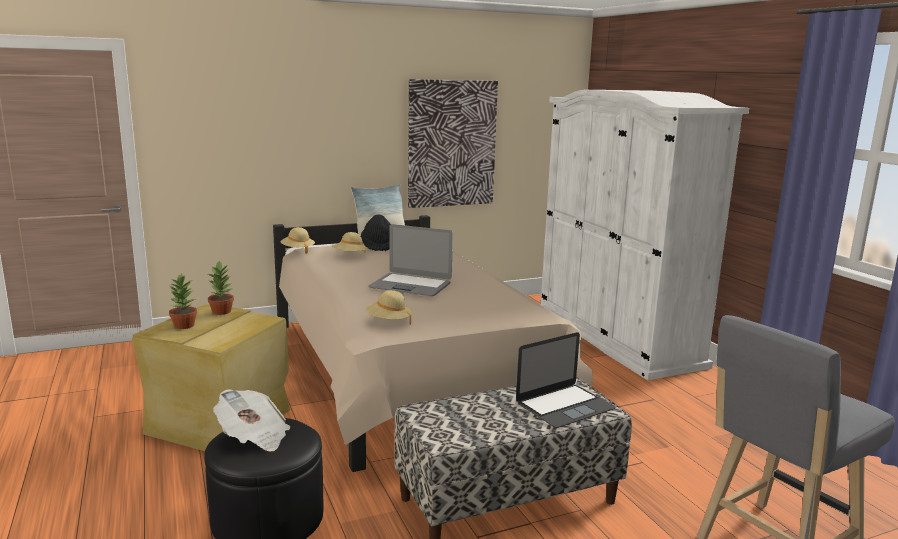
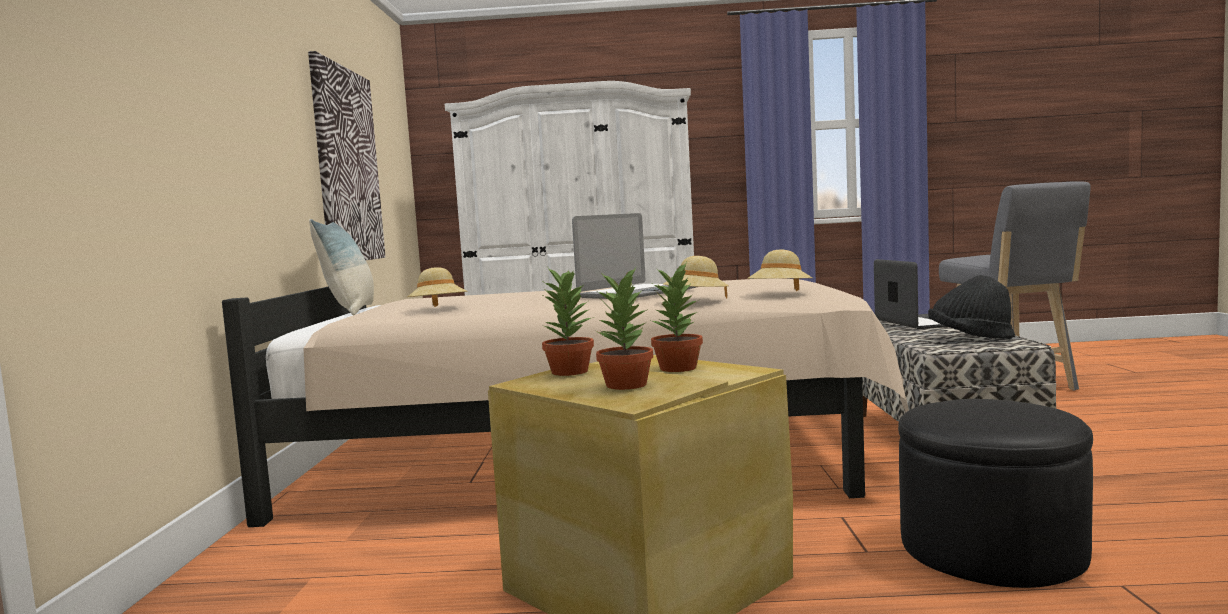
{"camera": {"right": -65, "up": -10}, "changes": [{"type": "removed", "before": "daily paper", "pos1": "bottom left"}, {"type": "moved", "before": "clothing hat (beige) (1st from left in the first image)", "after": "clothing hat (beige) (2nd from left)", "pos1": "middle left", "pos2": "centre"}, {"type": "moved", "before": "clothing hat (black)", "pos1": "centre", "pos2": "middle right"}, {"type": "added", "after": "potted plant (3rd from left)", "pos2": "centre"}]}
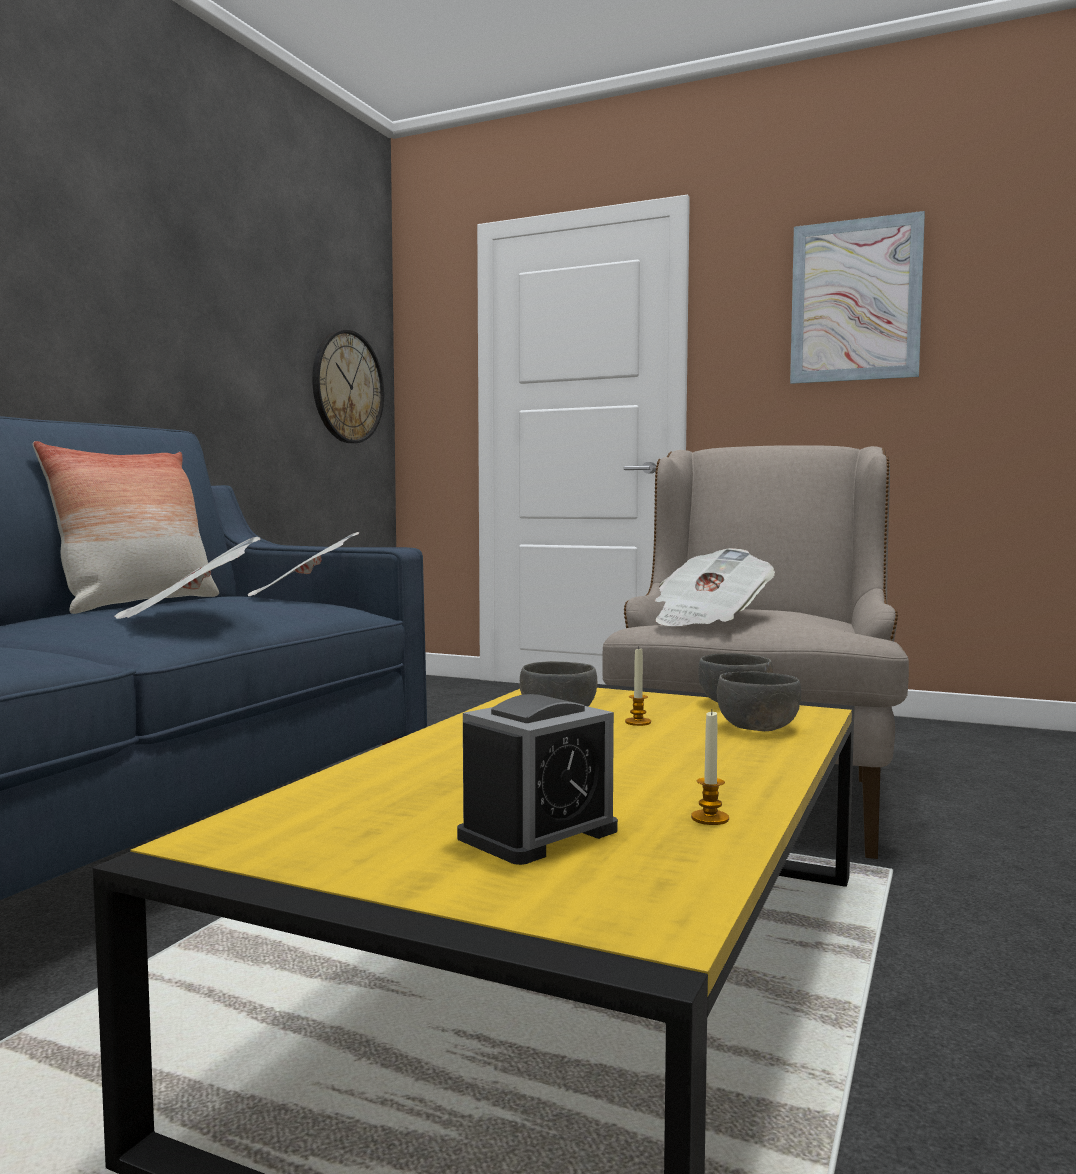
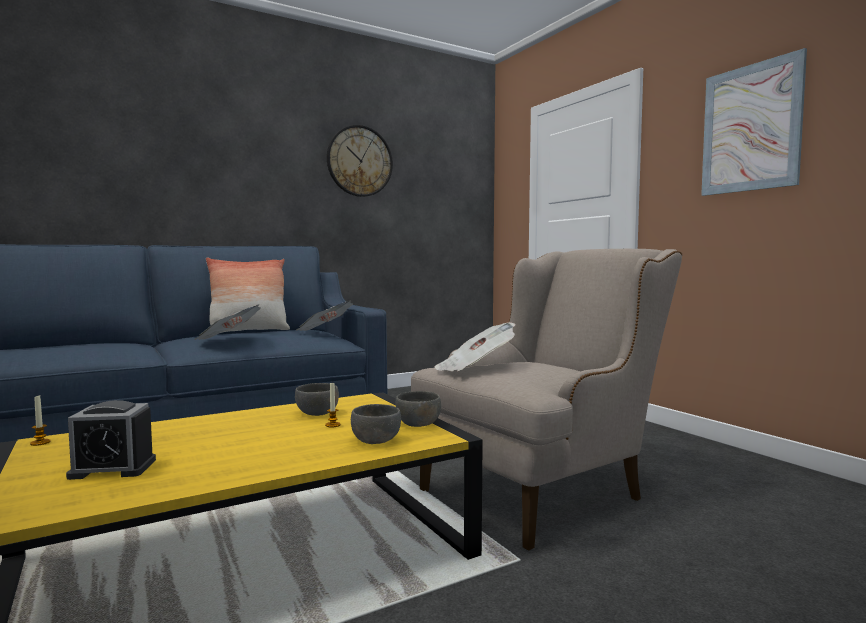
{"camera": {"right": 35, "up": 0}, "changes": [{"type": "moved", "before": "hanging clock", "pos1": "top left", "pos2": "top centre"}, {"type": "moved", "before": "candle (2nd from left in the first image)", "after": "candle (1st from left)", "pos1": "centre", "pos2": "bottom left"}]}
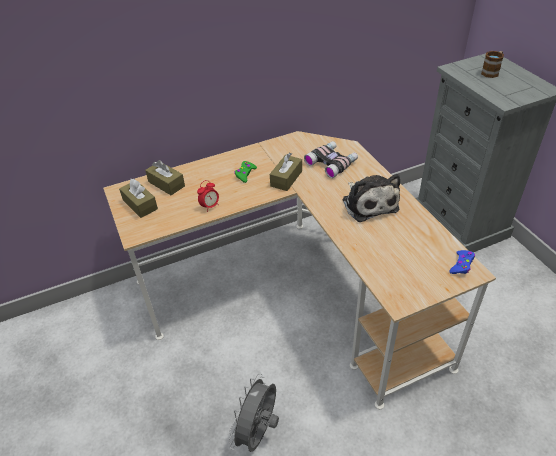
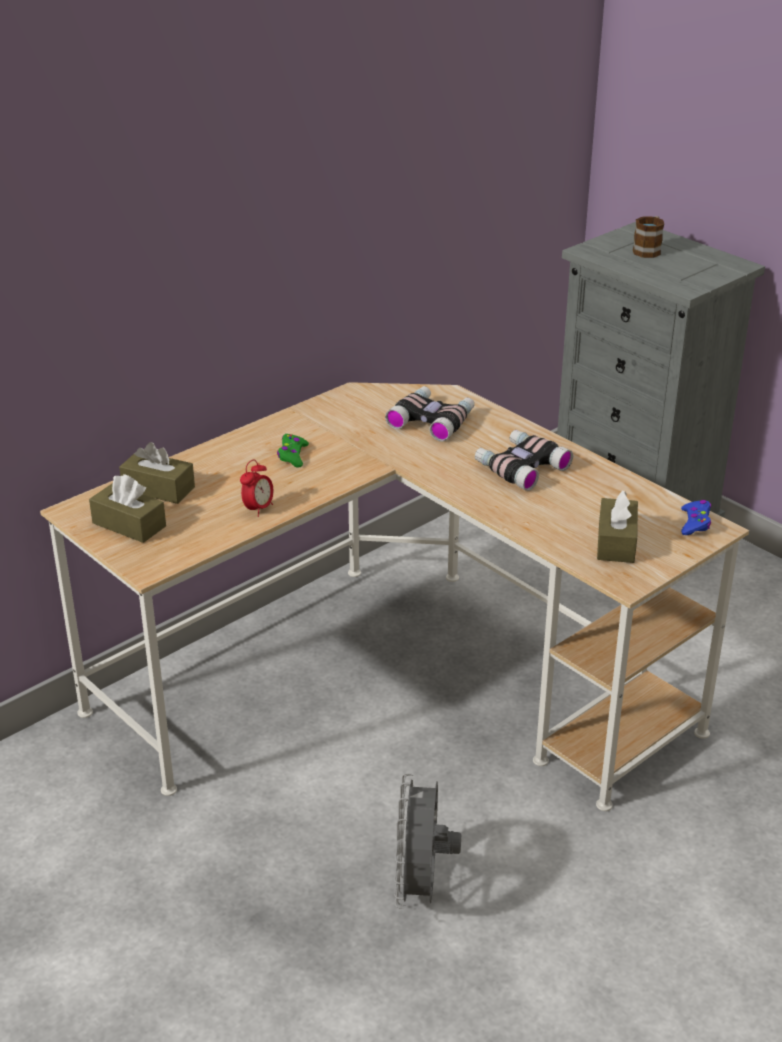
{"camera": {"right": -20, "up": -10}, "changes": [{"type": "moved", "before": "tissue holder (brown) (3rd from left)", "pos1": "centre", "pos2": "middle right"}, {"type": "replaced", "before": "plush toy", "after": "pair of binoculars (2nd from left)", "pos1": "middle right", "pos2": "middle right"}]}
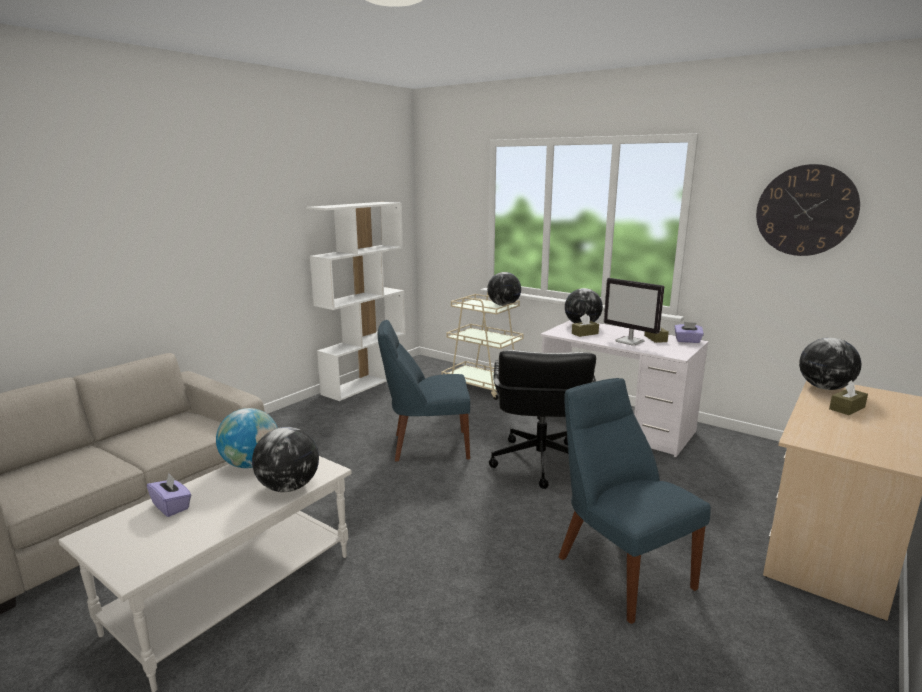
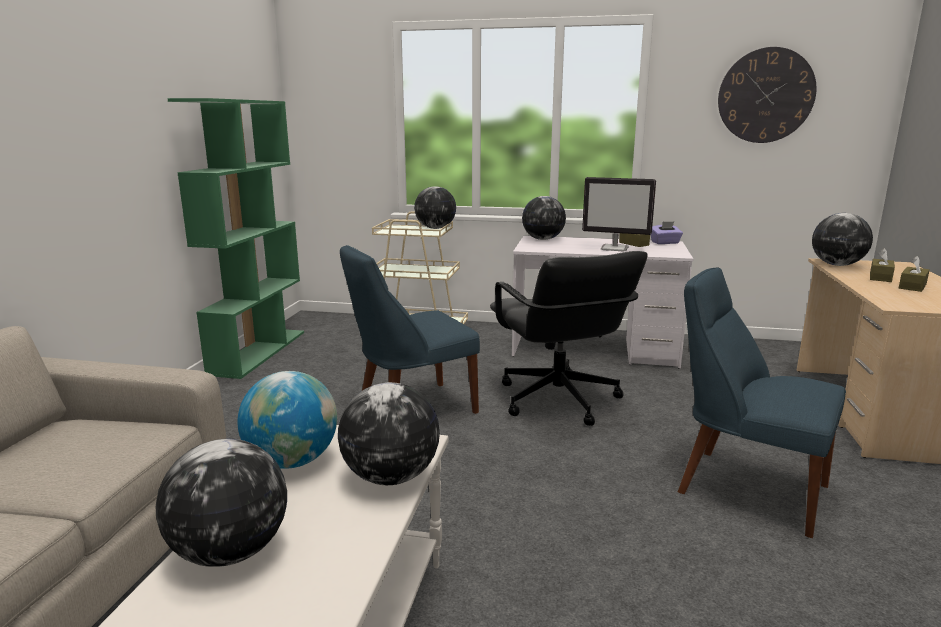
{"camera": {"right": -25, "up": 0}, "changes": [{"type": "replaced", "before": "tissue holder (purple-coloured) (1st from left)", "after": "globe (1st from left)", "pos1": "bottom left", "pos2": "bottom left"}, {"type": "recoloured", "before": "shelving unit (white)", "after": "shelving unit (green)", "pos1": "centre", "pos2": "middle left"}, {"type": "moved", "before": "tissue holder (brown) (1st from left in the first image)", "after": "tissue holder (brown) (3rd from left)", "pos1": "centre", "pos2": "middle right"}]}
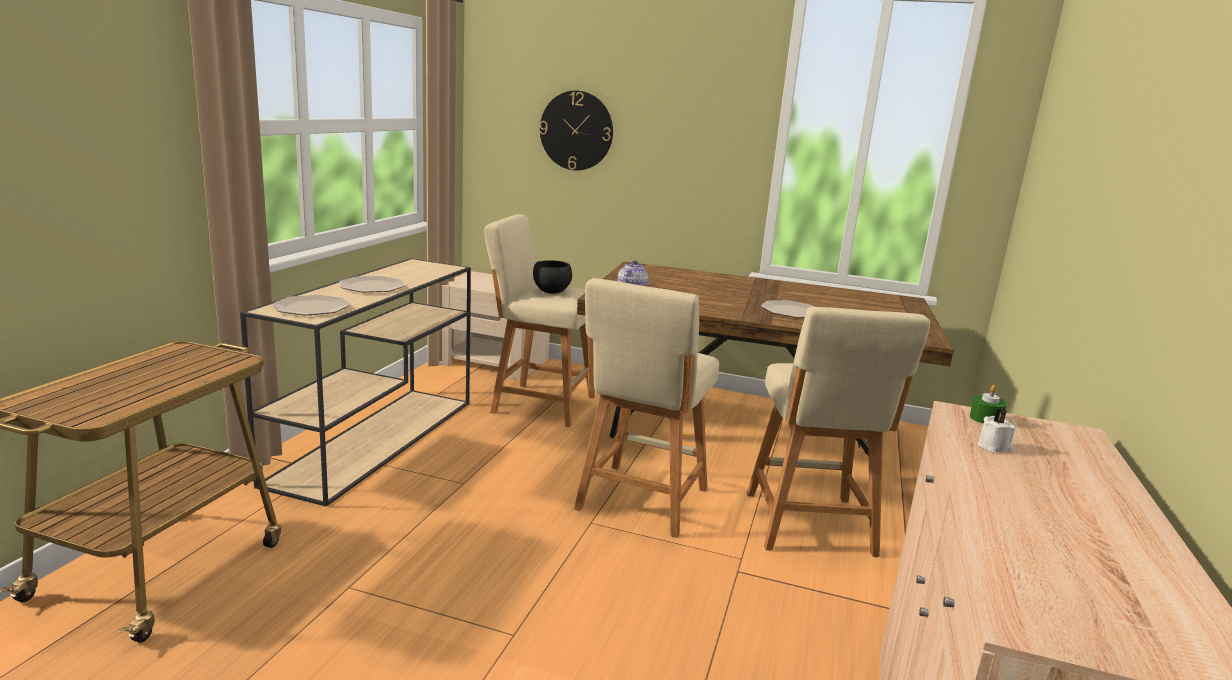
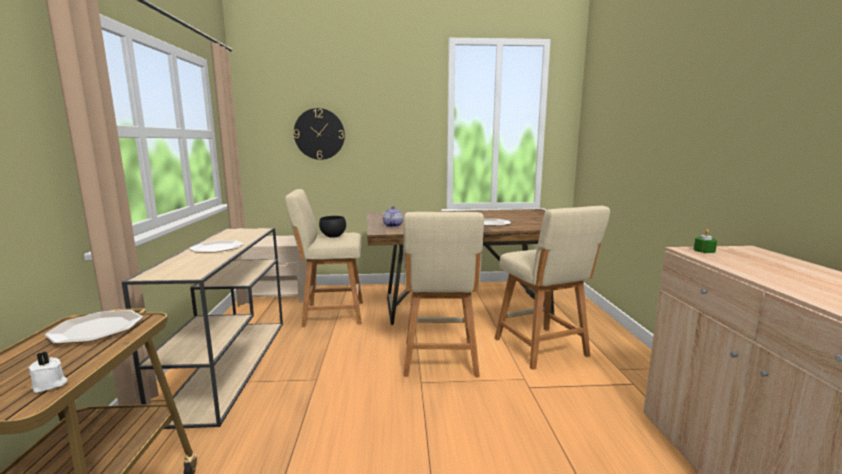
{"camera": {"right": -20, "up": -5}, "changes": [{"type": "moved", "before": "flat dish (1st from left)", "pos1": "middle left", "pos2": "bottom left"}, {"type": "moved", "before": "candle (white)", "pos1": "middle right", "pos2": "bottom left"}]}
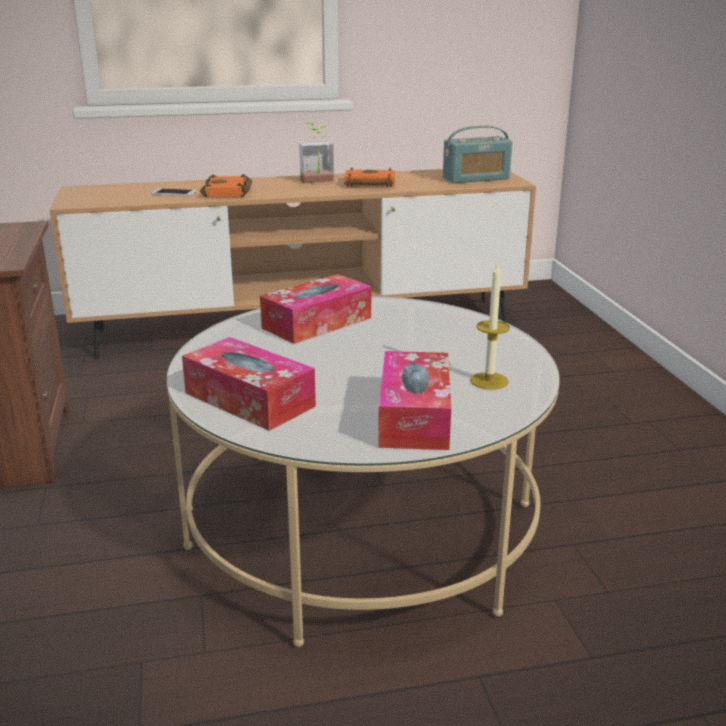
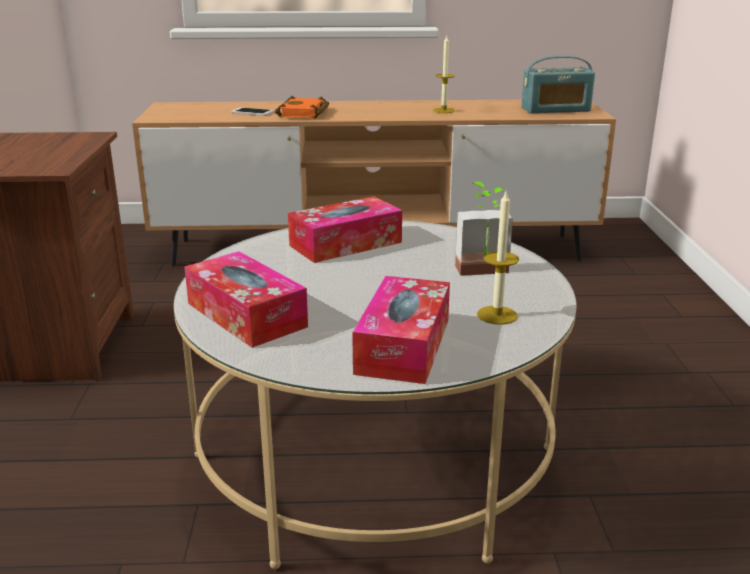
{"camera": {"right": 10, "up": 0}, "changes": [{"type": "moved", "before": "potted plant", "pos1": "top centre", "pos2": "centre"}, {"type": "replaced", "before": "bound book (orangey) (2nd from left)", "after": "candle (1st from left)", "pos1": "top centre", "pos2": "top centre"}]}
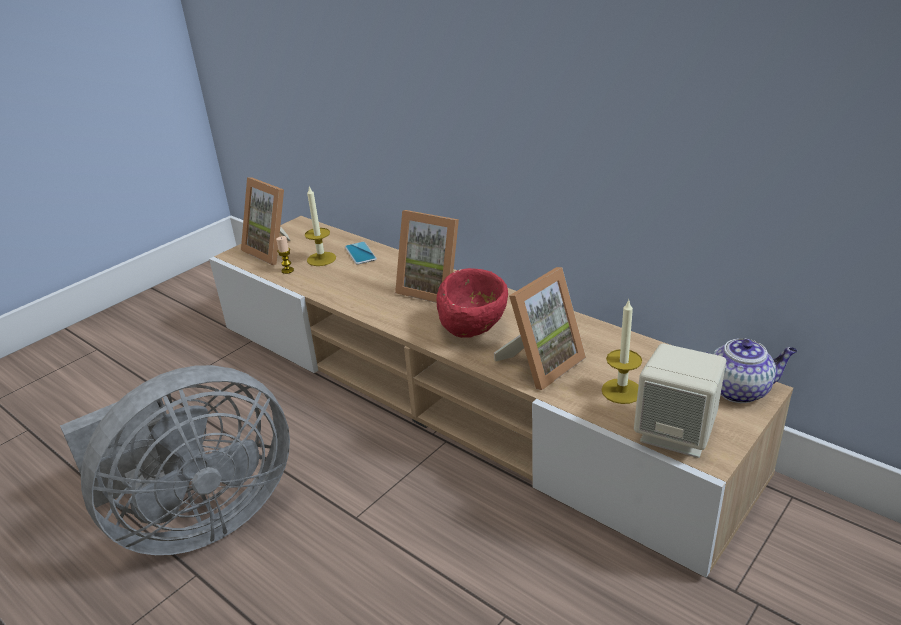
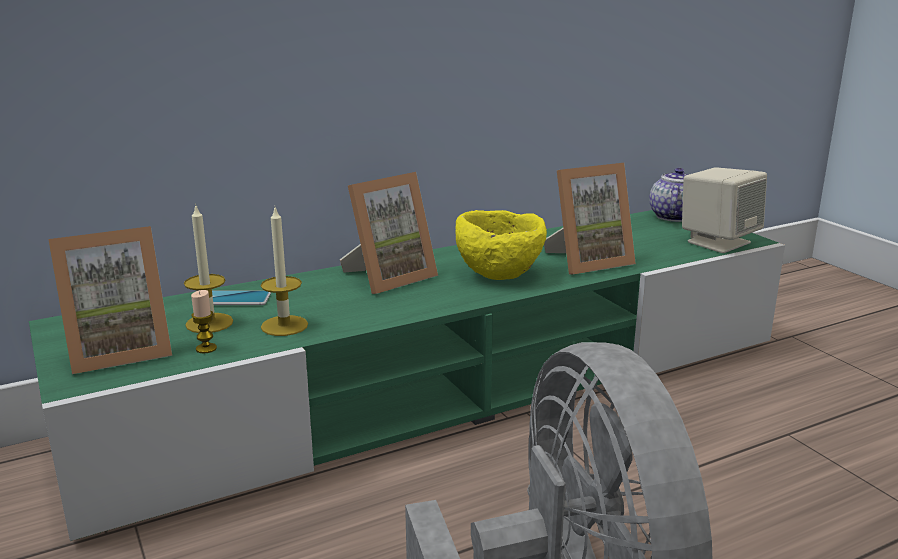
{"camera": {"right": -70, "up": -10}, "changes": [{"type": "recoloured", "before": "tv stand (beige)", "after": "tv stand (green)", "pos1": "centre", "pos2": "bottom centre"}, {"type": "recoloured", "before": "serving bowl (reddish)", "after": "serving bowl (yellowish)", "pos1": "centre", "pos2": "centre"}, {"type": "turned", "before": "standing frame (3rd from left)", "pos1": "centre", "pos2": "centre", "turn": 90}, {"type": "moved", "before": "candle (3rd from left)", "pos1": "middle right", "pos2": "middle left"}]}
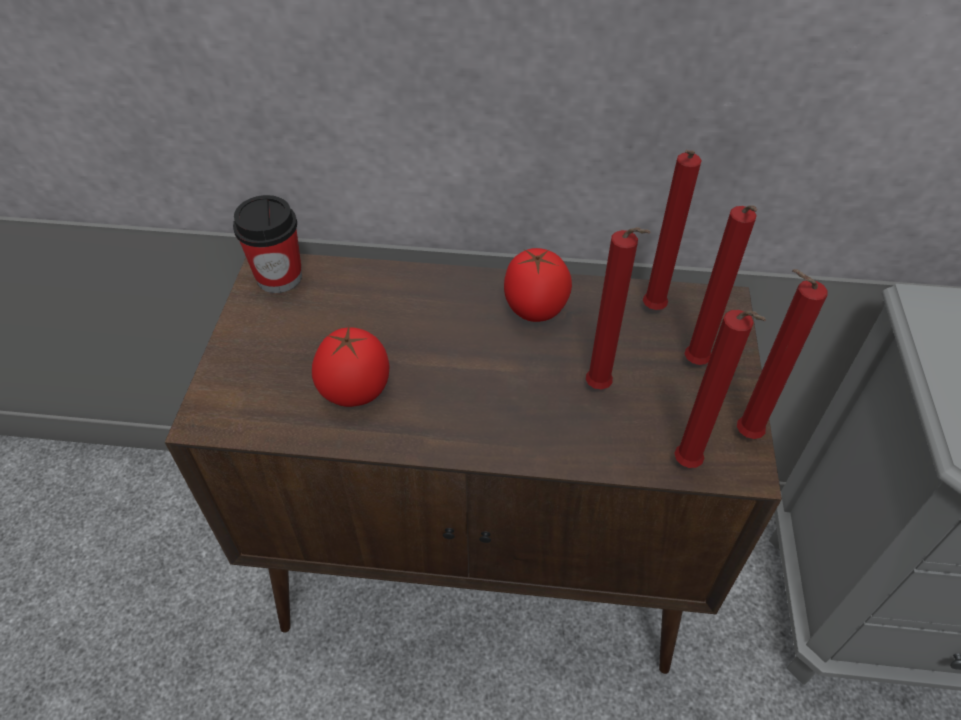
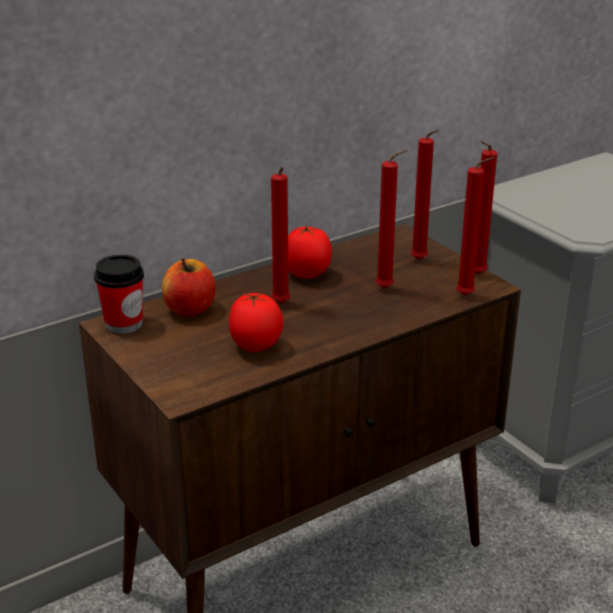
{"camera": {"right": -40, "up": -20}, "changes": [{"type": "moved", "before": "candle (reddish) (2nd from left in the first image)", "after": "candle (reddish) (1st from left)", "pos1": "top right", "pos2": "centre"}, {"type": "added", "after": "whole apple", "pos2": "middle left"}]}
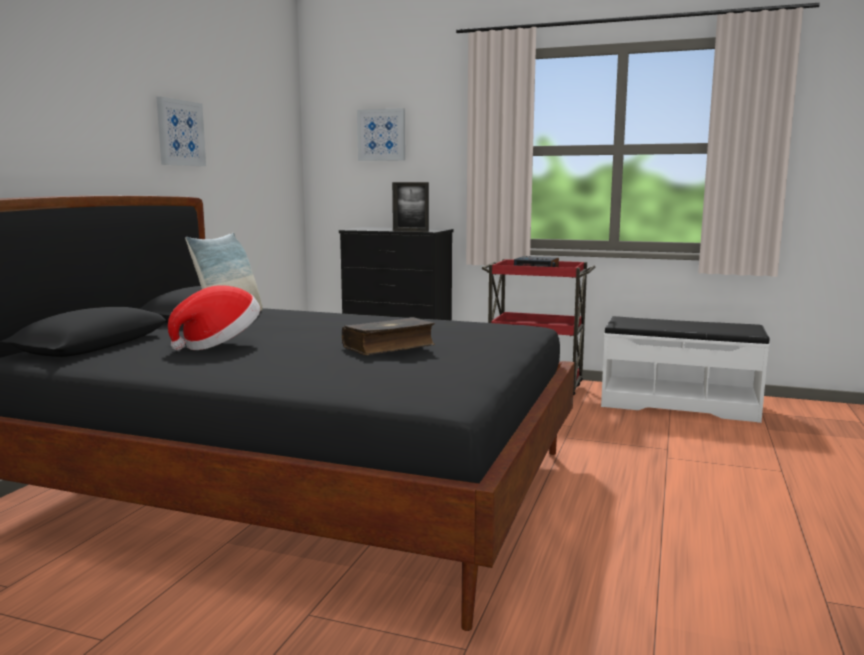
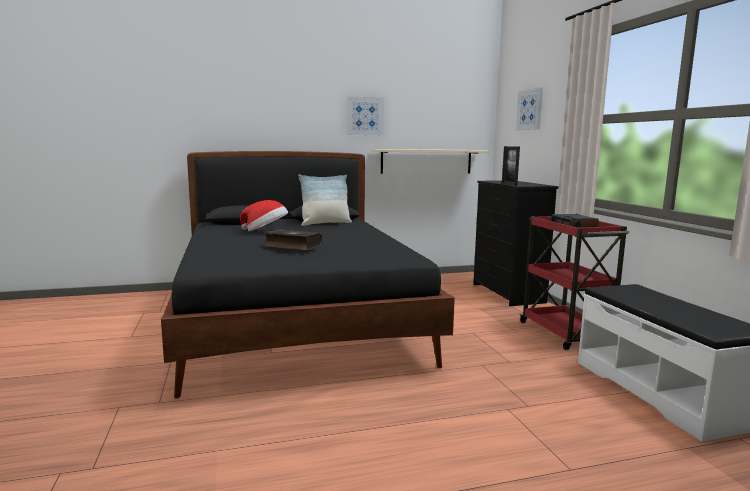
{"camera": {"right": 55, "up": 0}, "changes": [{"type": "added", "after": "shelf (beige)", "pos2": "top centre"}]}
